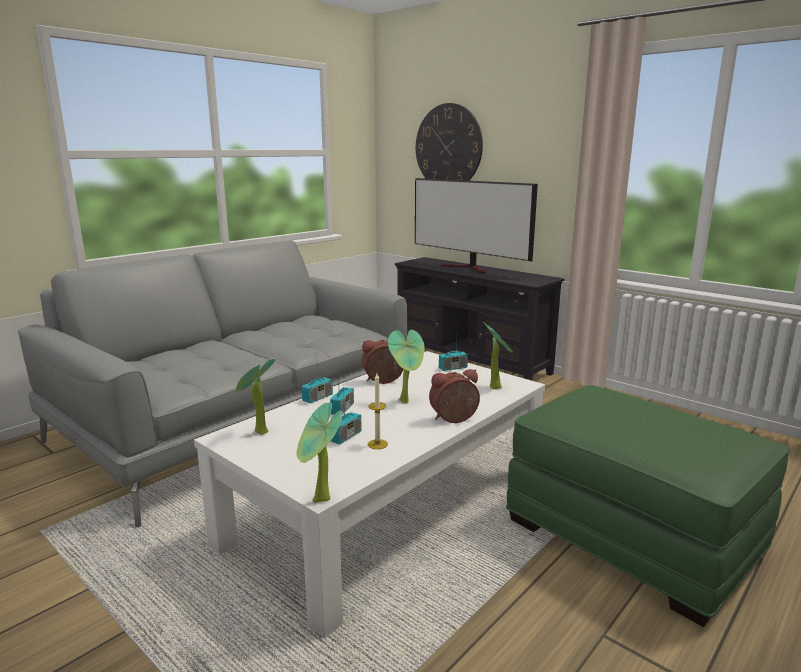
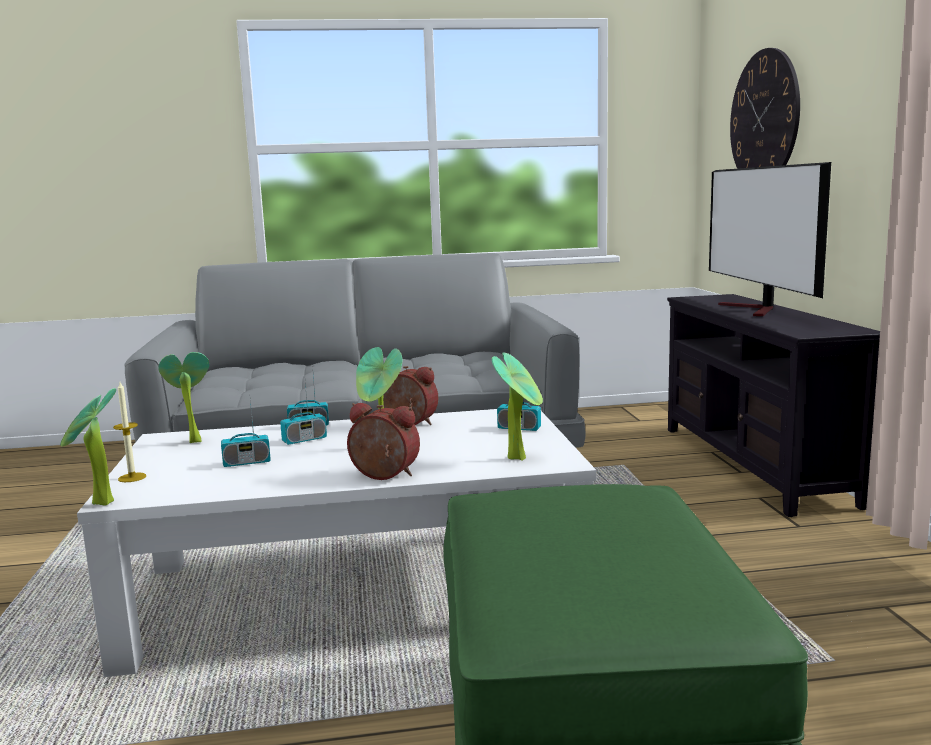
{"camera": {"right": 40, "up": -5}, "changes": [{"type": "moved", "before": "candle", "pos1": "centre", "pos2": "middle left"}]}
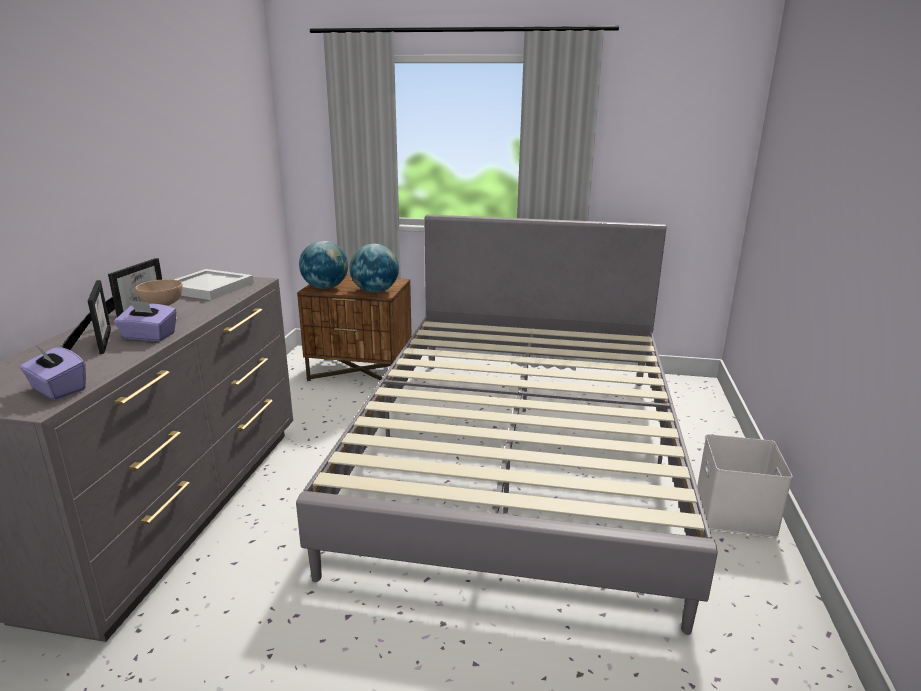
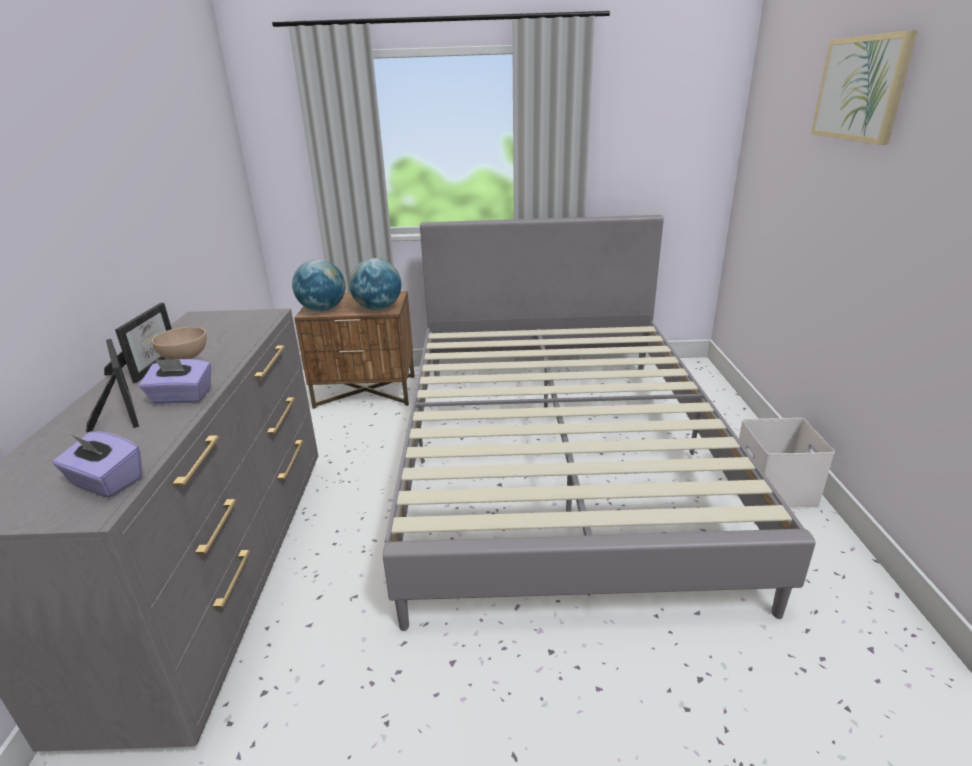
{"camera": {"right": -10, "up": 5}, "changes": [{"type": "removed", "before": "serving tray (white)", "pos1": "middle left"}, {"type": "added", "after": "wall art", "pos2": "top right"}]}
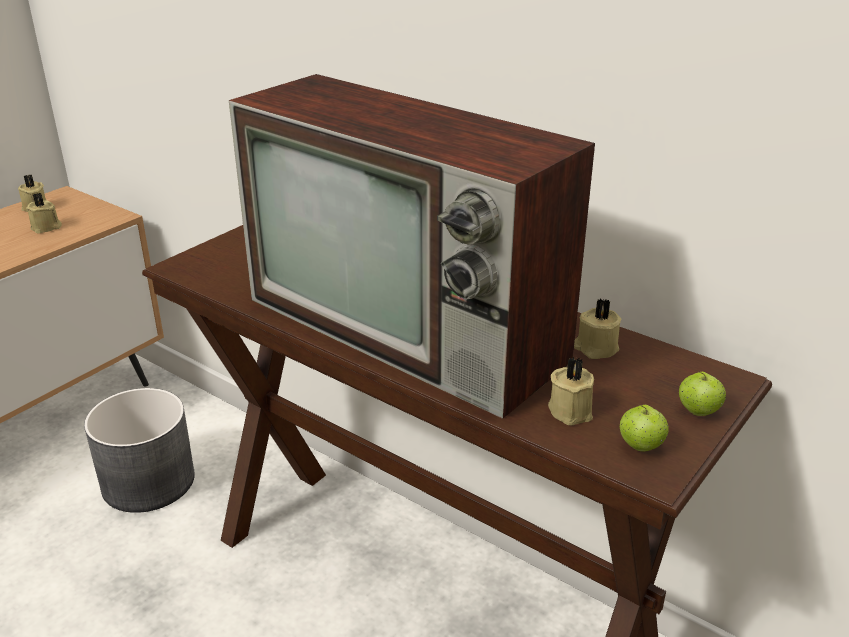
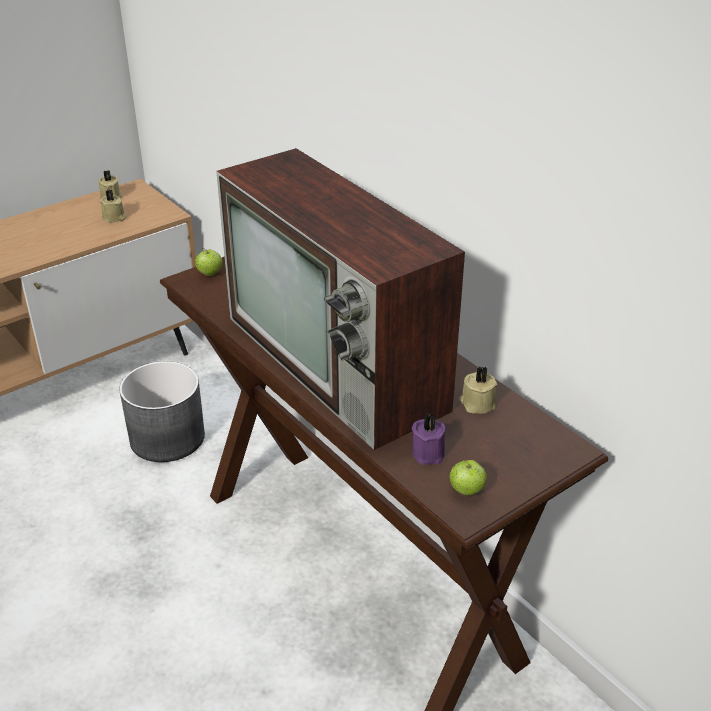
{"camera": {"right": 15, "up": 5}, "changes": [{"type": "recoloured", "before": "candle (beige) (3rd from left)", "after": "candle (purple-coloured)", "pos1": "middle right", "pos2": "centre"}, {"type": "moved", "before": "whole apple (2nd from left in the first image)", "after": "whole apple (1st from left)", "pos1": "middle right", "pos2": "middle left"}]}
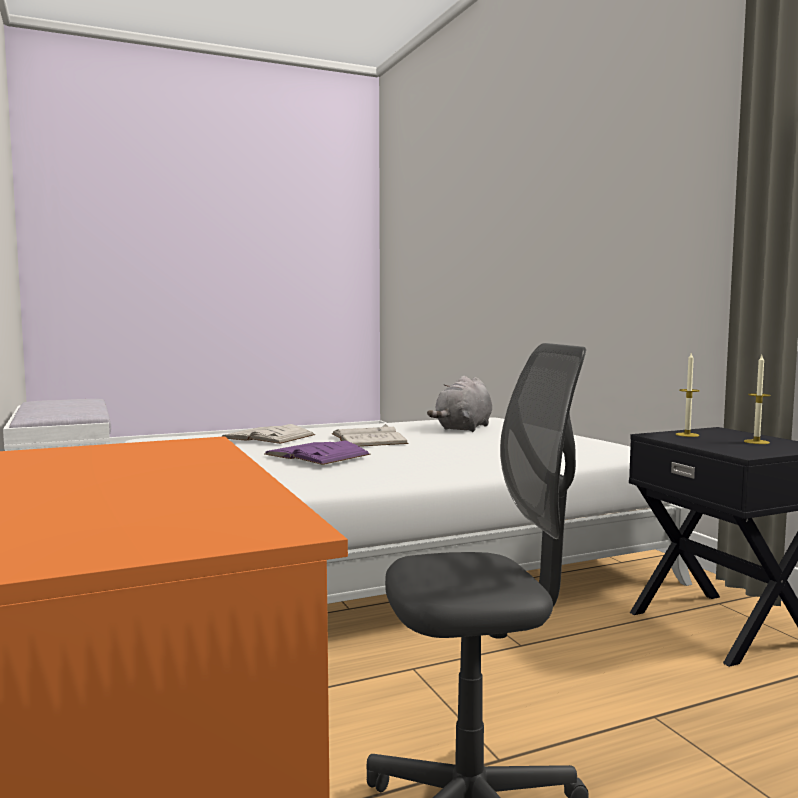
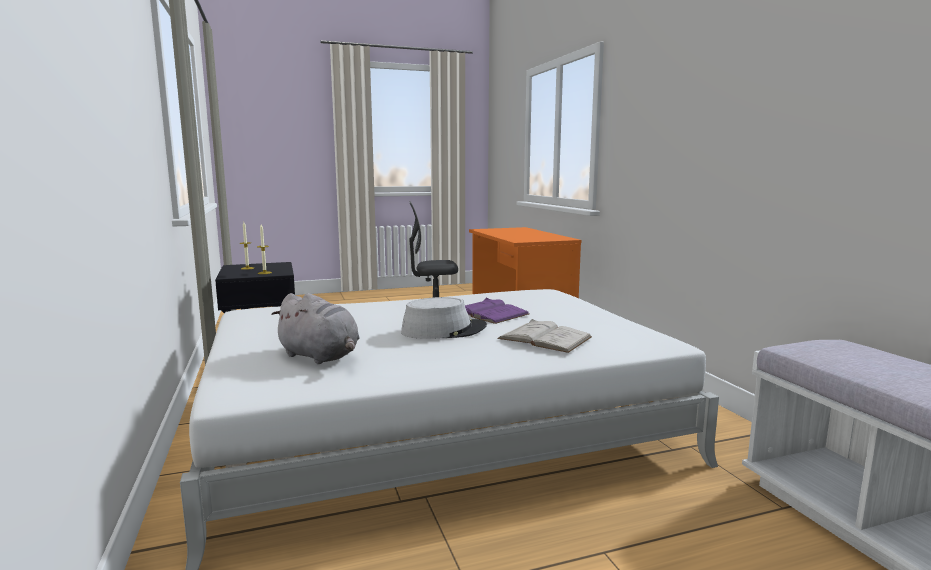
{"camera": {"right": -175, "up": 5}, "changes": [{"type": "replaced", "before": "bound book (white) (2nd from left)", "after": "clothing hat (greyish)", "pos1": "centre", "pos2": "centre"}, {"type": "turned", "before": "plush toy (greyish)", "pos1": "centre", "pos2": "centre", "turn": 90}]}
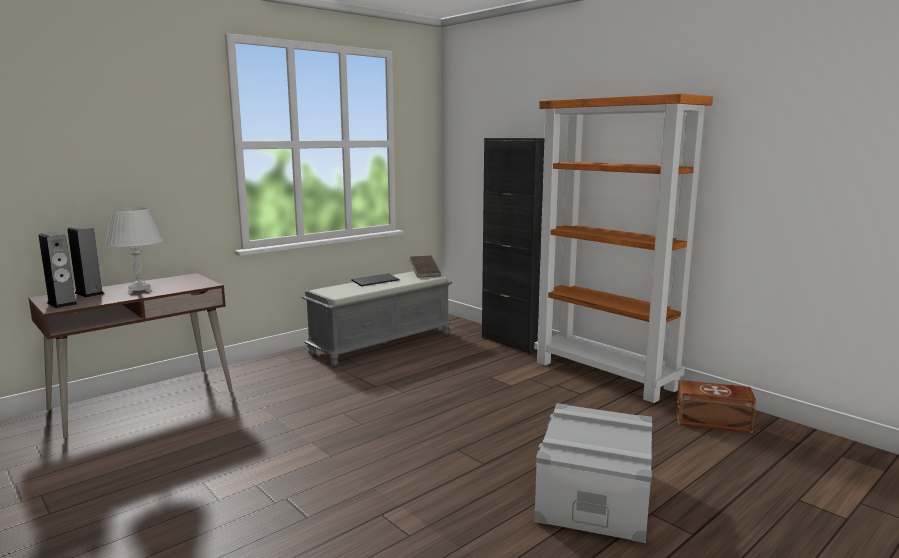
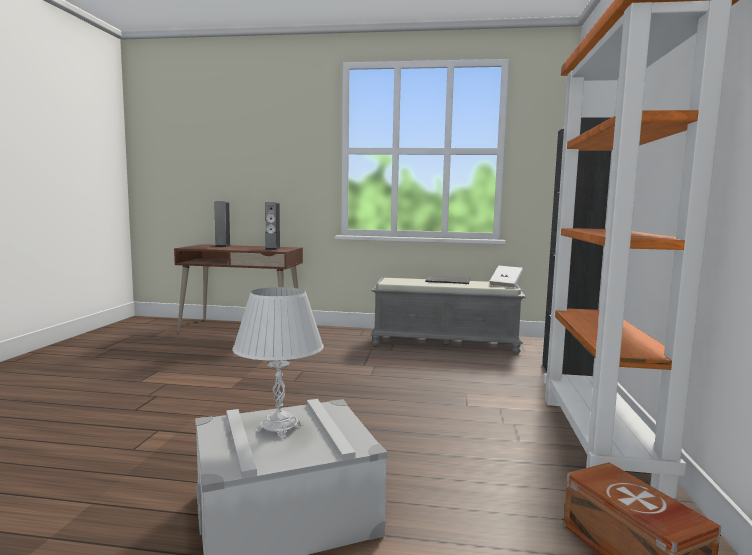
{"camera": {"right": 50, "up": -5}, "changes": [{"type": "moved", "before": "audio speaker (1st from left in the first image)", "after": "audio speaker (2nd from left)", "pos1": "middle left", "pos2": "centre"}, {"type": "moved", "before": "lamp for a table (white)", "pos1": "middle left", "pos2": "centre"}, {"type": "recoloured", "before": "bound book (brown)", "after": "bound book (white)", "pos1": "centre", "pos2": "middle right"}]}
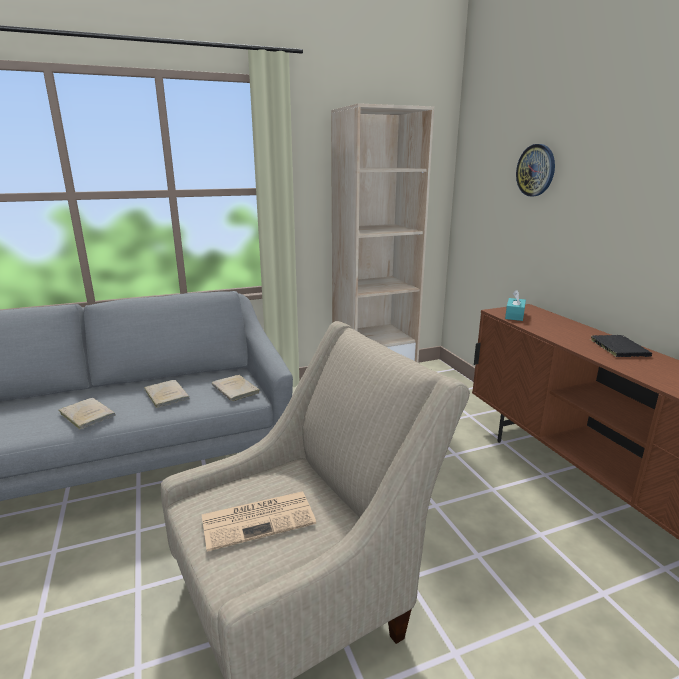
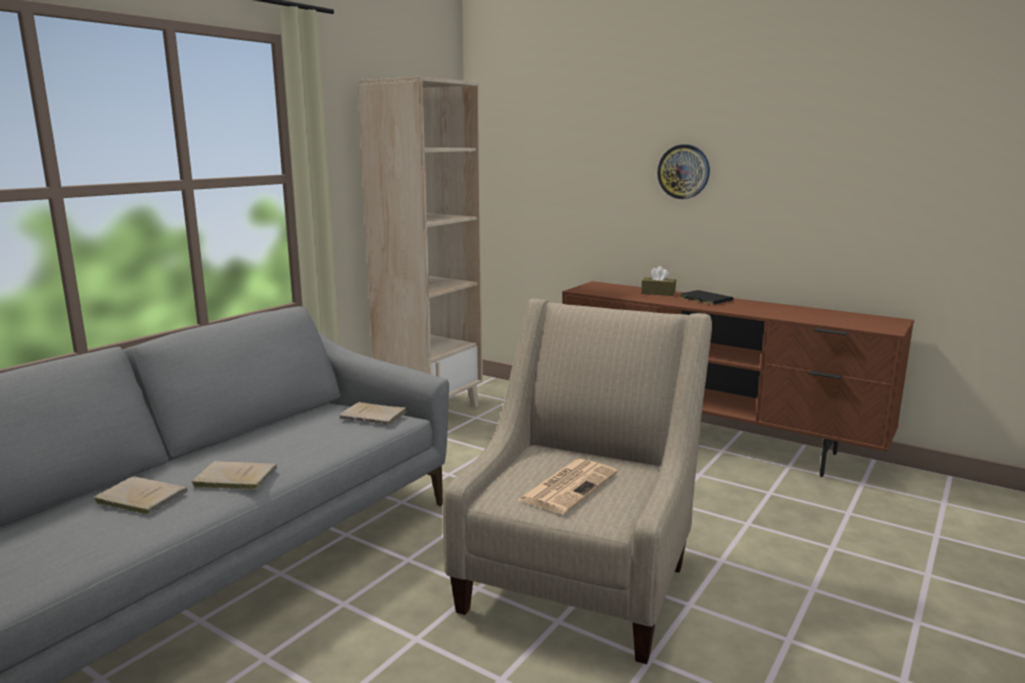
{"camera": {"right": -35, "up": -5}, "changes": [{"type": "moved", "before": "bound book (beige) (2nd from left in the first image)", "after": "bound book (beige) (1st from left)", "pos1": "middle left", "pos2": "bottom left"}, {"type": "removed", "before": "tissue holder (blue-green)", "pos1": "middle right"}, {"type": "moved", "before": "hanging clock", "pos1": "top right", "pos2": "top centre"}, {"type": "added", "after": "tissue holder (brown)", "pos2": "centre"}]}
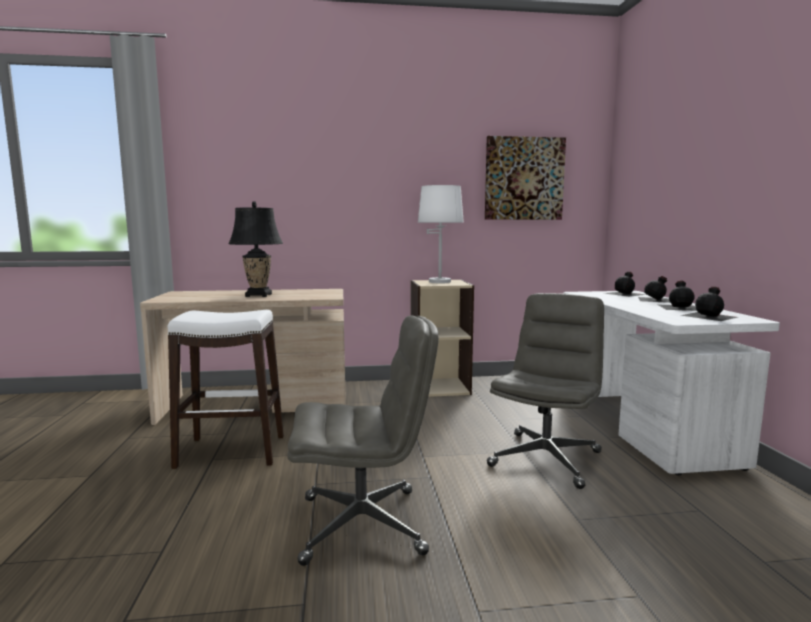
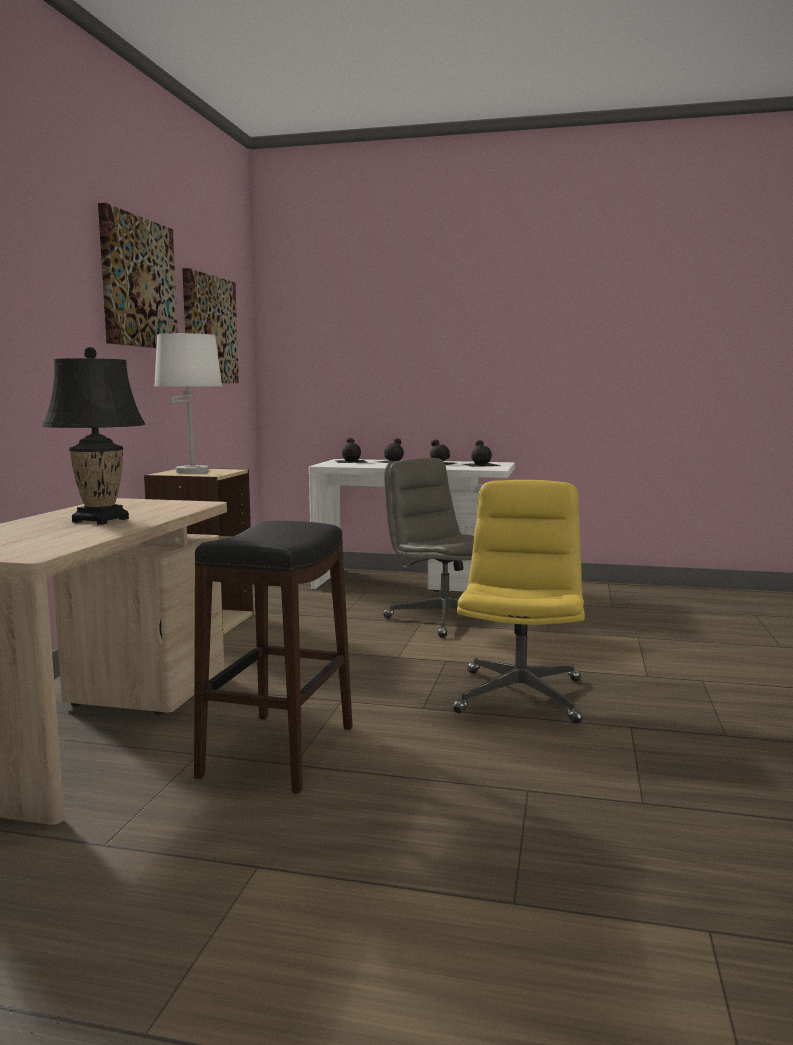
{"camera": {"right": -70, "up": 0}, "changes": [{"type": "recoloured", "before": "sitting stool (white)", "after": "sitting stool (black)", "pos1": "middle left", "pos2": "centre"}, {"type": "recoloured", "before": "office chair (greyish) (1st from left)", "after": "office chair (yellowish)", "pos1": "bottom centre", "pos2": "centre"}, {"type": "added", "after": "wall art (1st from left)", "pos2": "top left"}]}
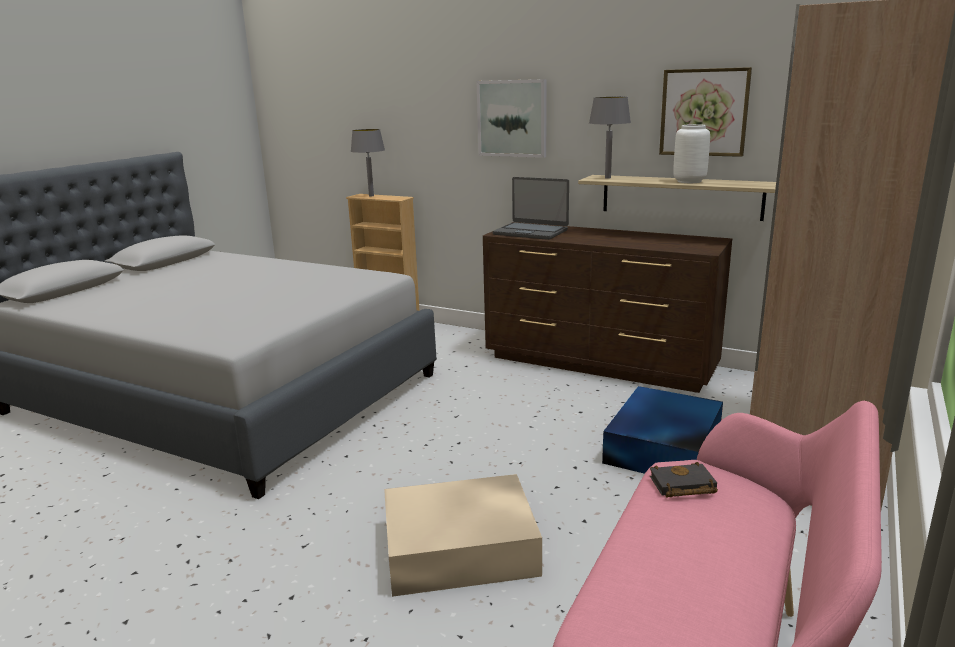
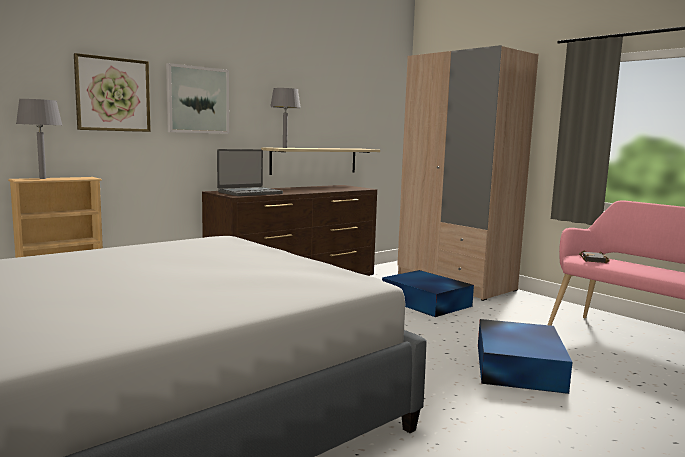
{"camera": {"right": -70, "up": -10}, "changes": [{"type": "recoloured", "before": "storage bin (beige)", "after": "storage bin (blue) (2nd from left)", "pos1": "bottom centre", "pos2": "bottom right"}, {"type": "moved", "before": "wall art (2nd from left in the first image)", "after": "wall art (1st from left)", "pos1": "top right", "pos2": "top left"}, {"type": "removed", "before": "decorative vase (white)", "pos1": "top right"}]}
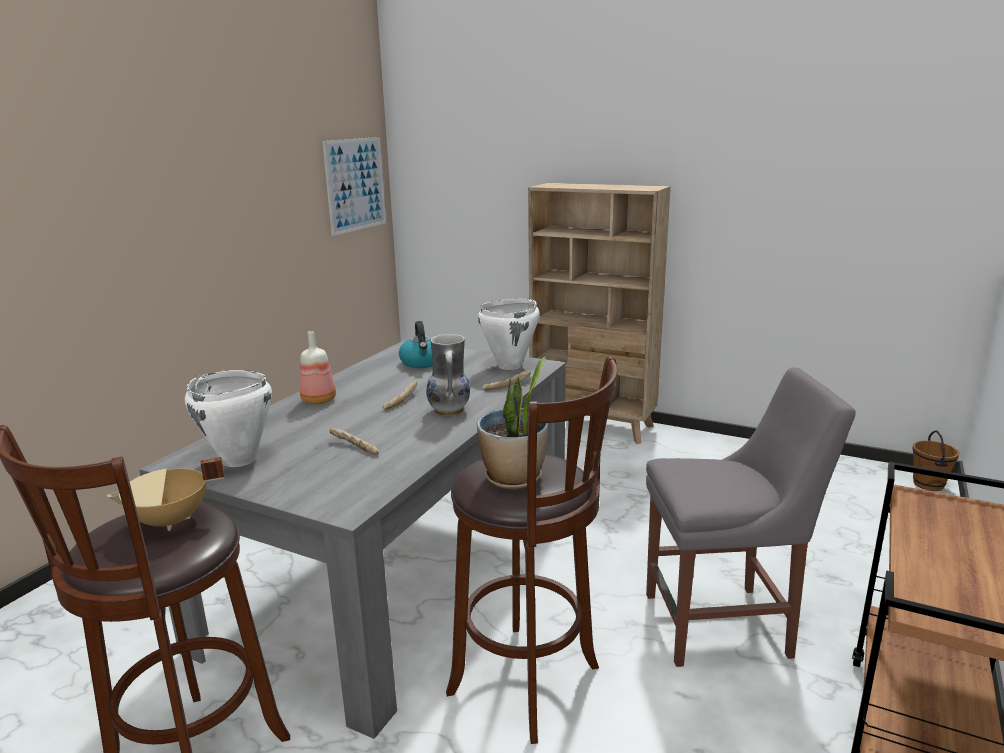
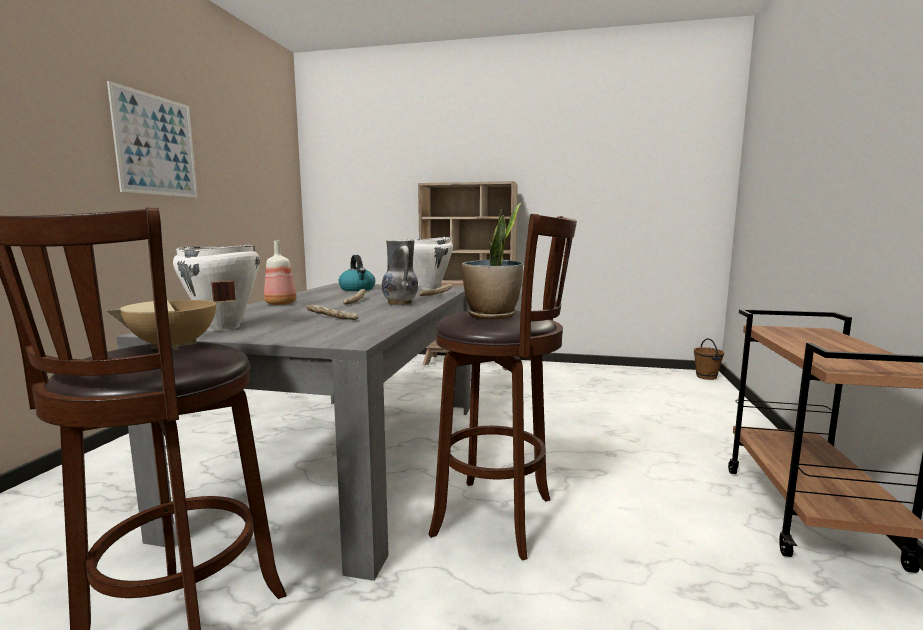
{"camera": {"right": -15, "up": -10}, "changes": [{"type": "moved", "before": "wall art", "pos1": "top centre", "pos2": "top left"}, {"type": "removed", "before": "upright chair (greyish)", "pos1": "bottom right"}]}
